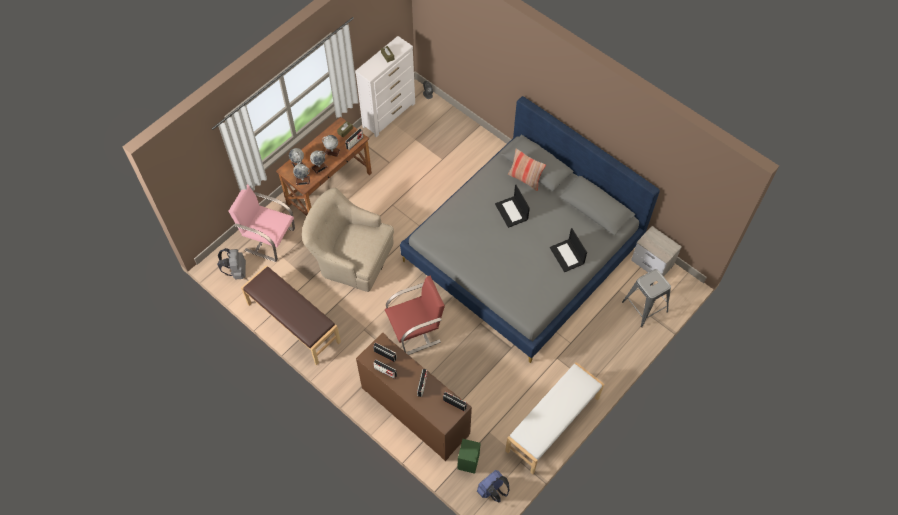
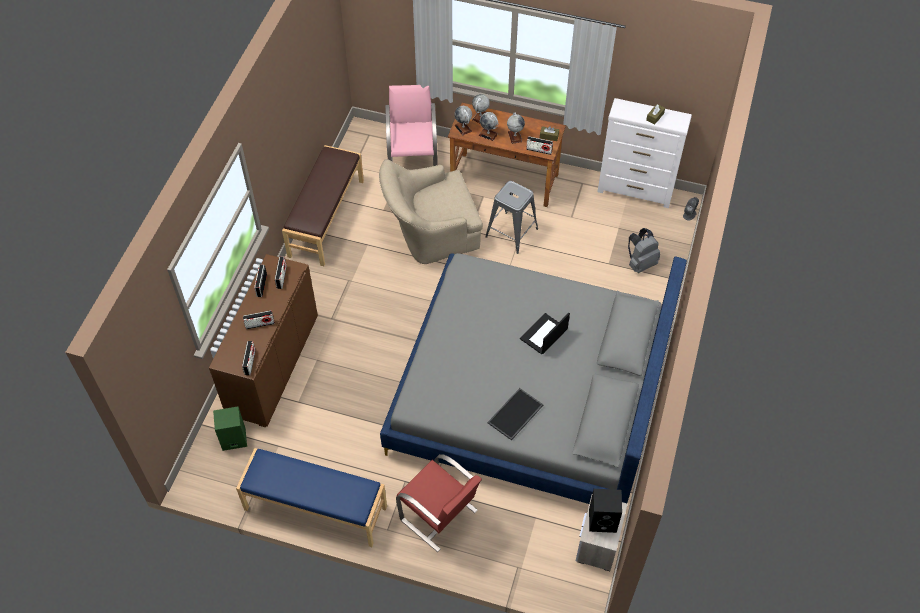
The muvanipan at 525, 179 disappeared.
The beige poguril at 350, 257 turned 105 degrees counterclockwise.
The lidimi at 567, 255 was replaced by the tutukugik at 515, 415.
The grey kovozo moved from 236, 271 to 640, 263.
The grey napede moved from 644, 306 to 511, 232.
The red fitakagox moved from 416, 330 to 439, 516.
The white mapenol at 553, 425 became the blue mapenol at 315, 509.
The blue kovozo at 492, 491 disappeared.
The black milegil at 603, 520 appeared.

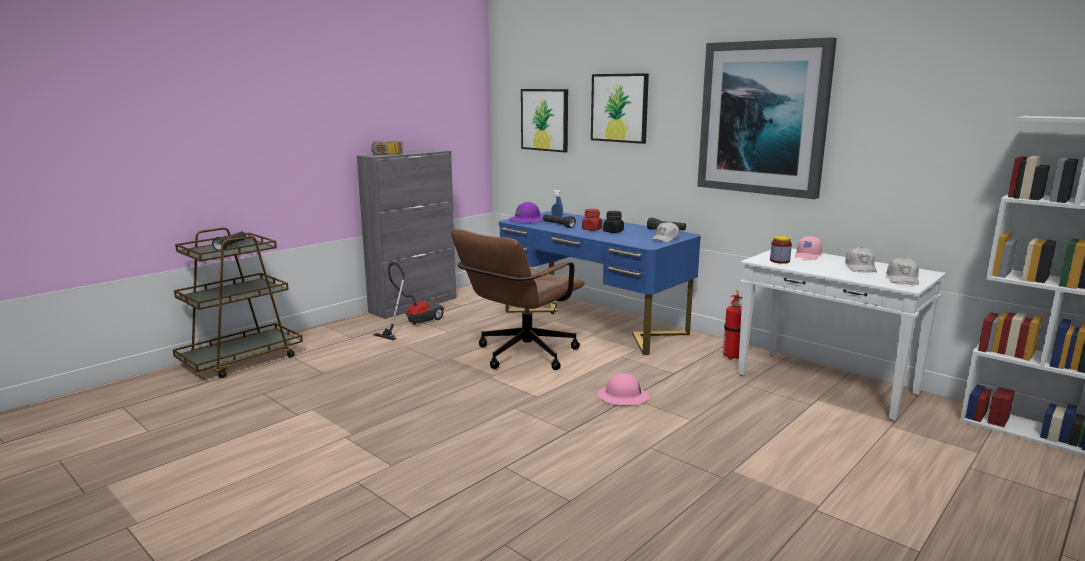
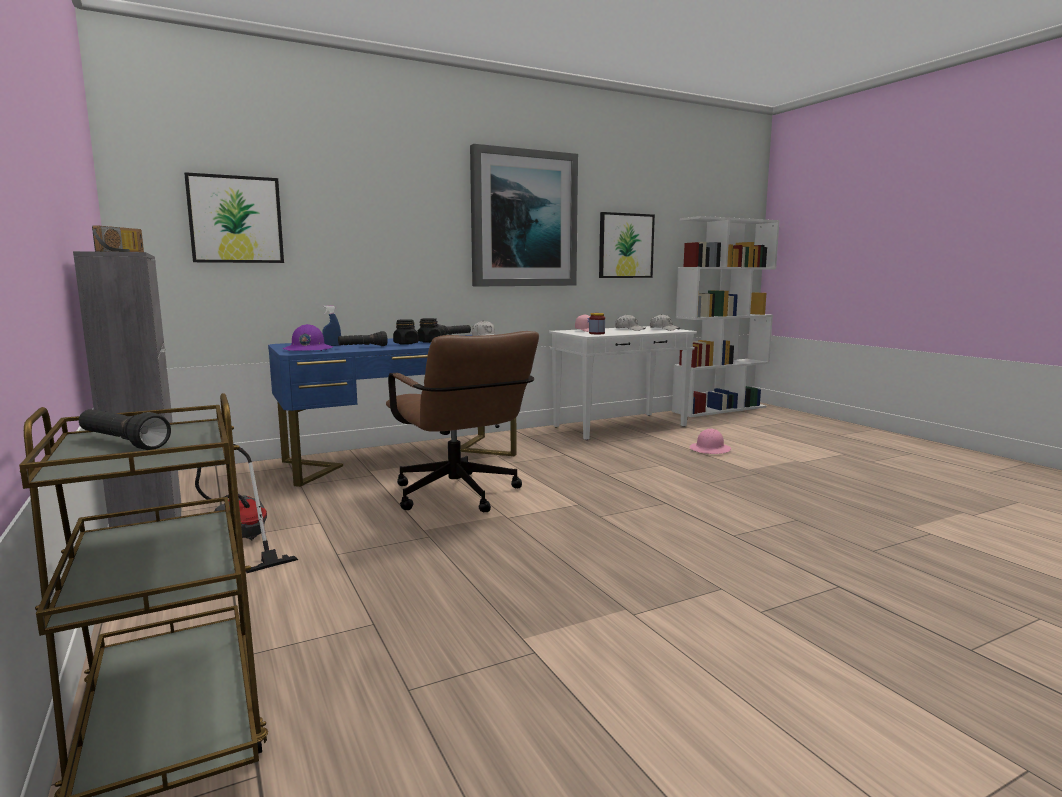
The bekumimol moved from 619, 108 to 625, 246.
The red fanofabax at 591, 229 became the black fanofabax at 406, 343.
The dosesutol at 733, 356 disappeared.
The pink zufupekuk moved from 623, 397 to 710, 449.

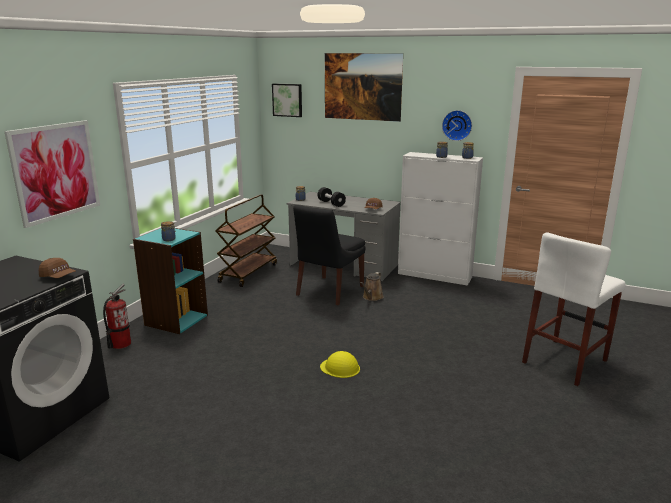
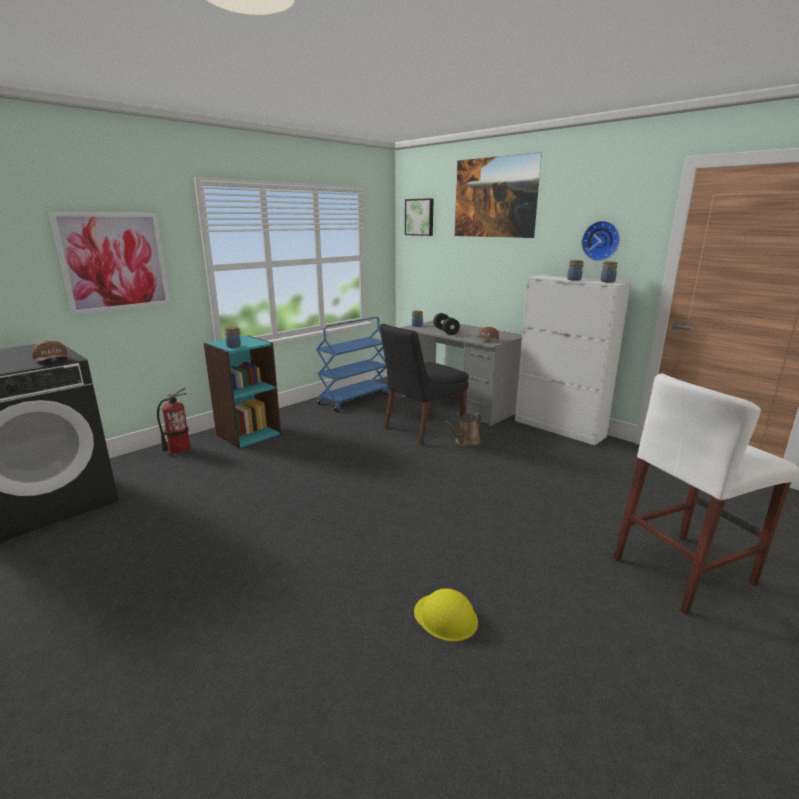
The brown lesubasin at 248, 273 became the blue lesubasin at 354, 399.
The yellow zufupekuk moved from 340, 368 to 446, 617.

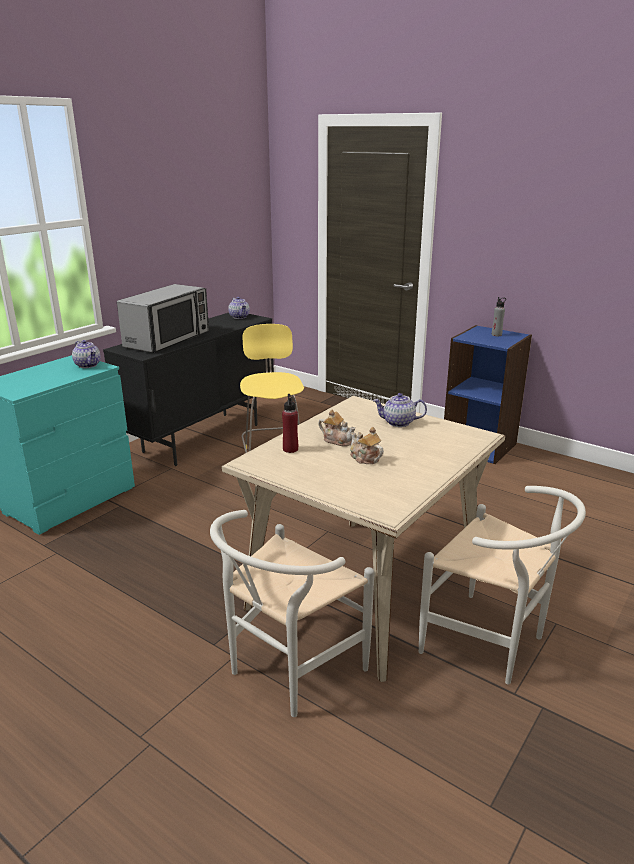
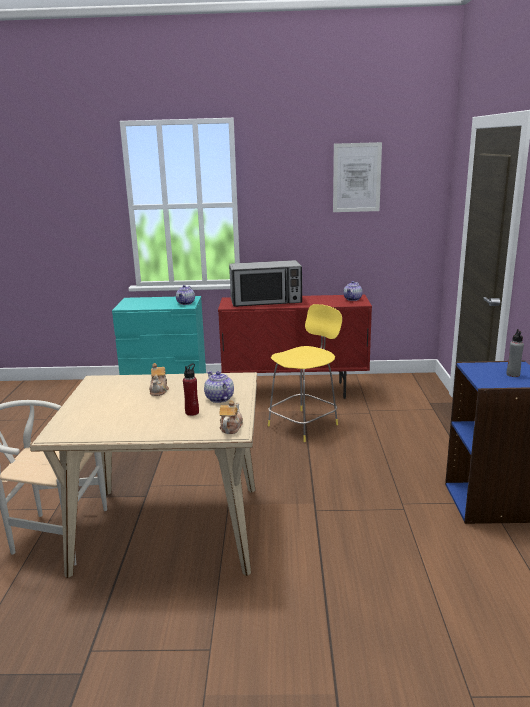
The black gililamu at 202, 438 became the red gililamu at 295, 391.
The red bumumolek moved from 290, 449 to 192, 412.
The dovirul moved from 364, 458 to 231, 427.
The white fitakagox at 492, 644 disappeared.
The bekumimol at 356, 177 appeared.

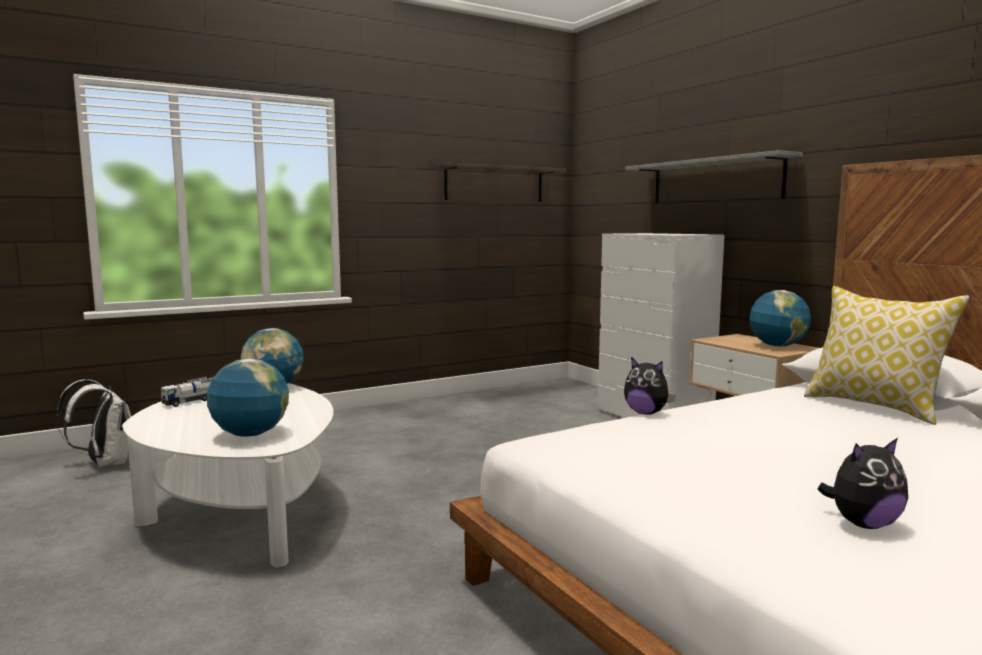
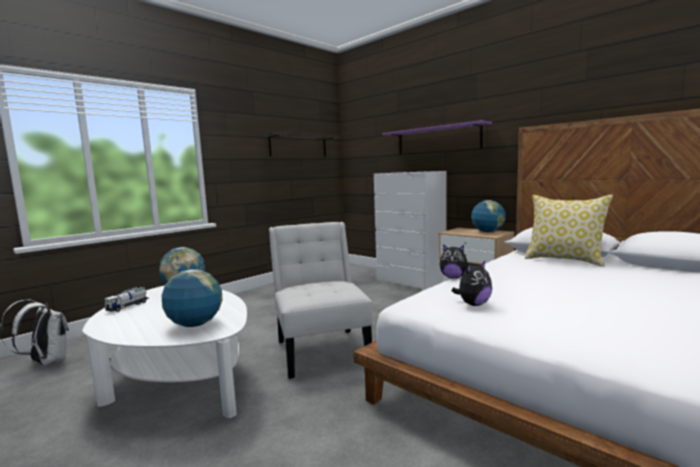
The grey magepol at 715, 181 became the purple magepol at 437, 140.
The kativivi moved from 863, 524 to 473, 304.
The white fitakagox at 321, 349 appeared.

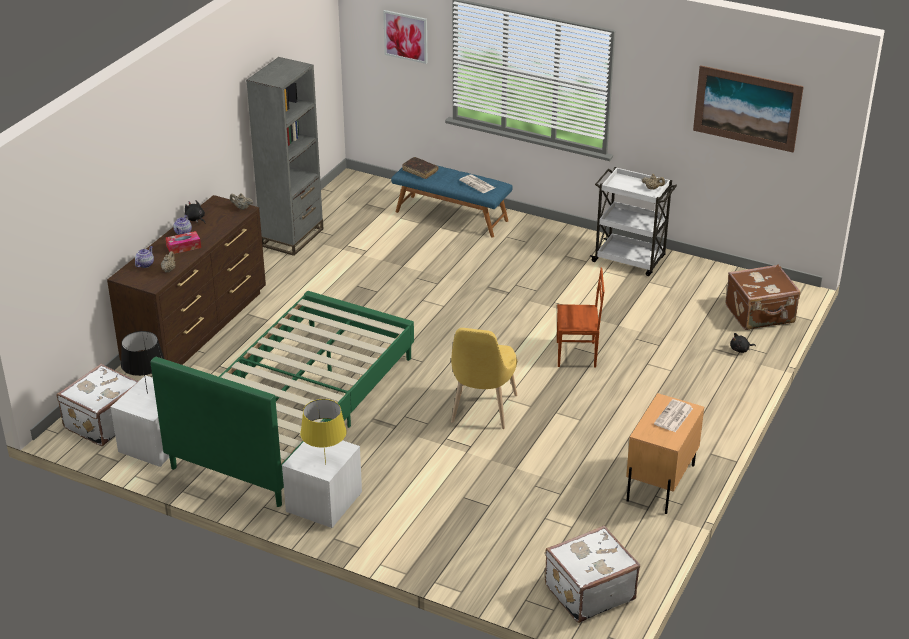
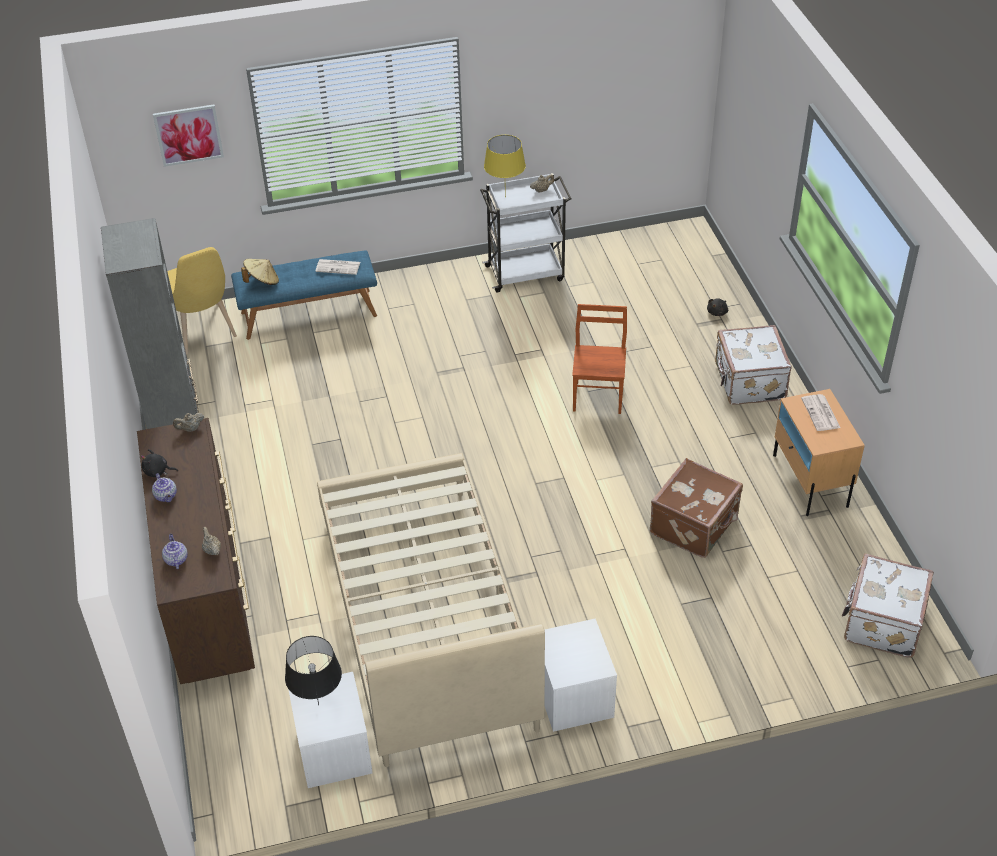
The bekumimol at 747, 108 disappeared.
The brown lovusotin at 420, 171 was replaced by the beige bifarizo at 262, 281.
The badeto at 183, 247 disappeared.
The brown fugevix moved from 760, 315 to 695, 525.
The brown fitakagox at 577, 355 turned 45 degrees counterclockwise.
The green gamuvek at 296, 411 became the beige gamuvek at 426, 619.
The yellow fitakagox moved from 481, 412 to 203, 332.
The white fugevix moved from 103, 422 to 748, 382.
The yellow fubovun moved from 325, 464 to 505, 197.

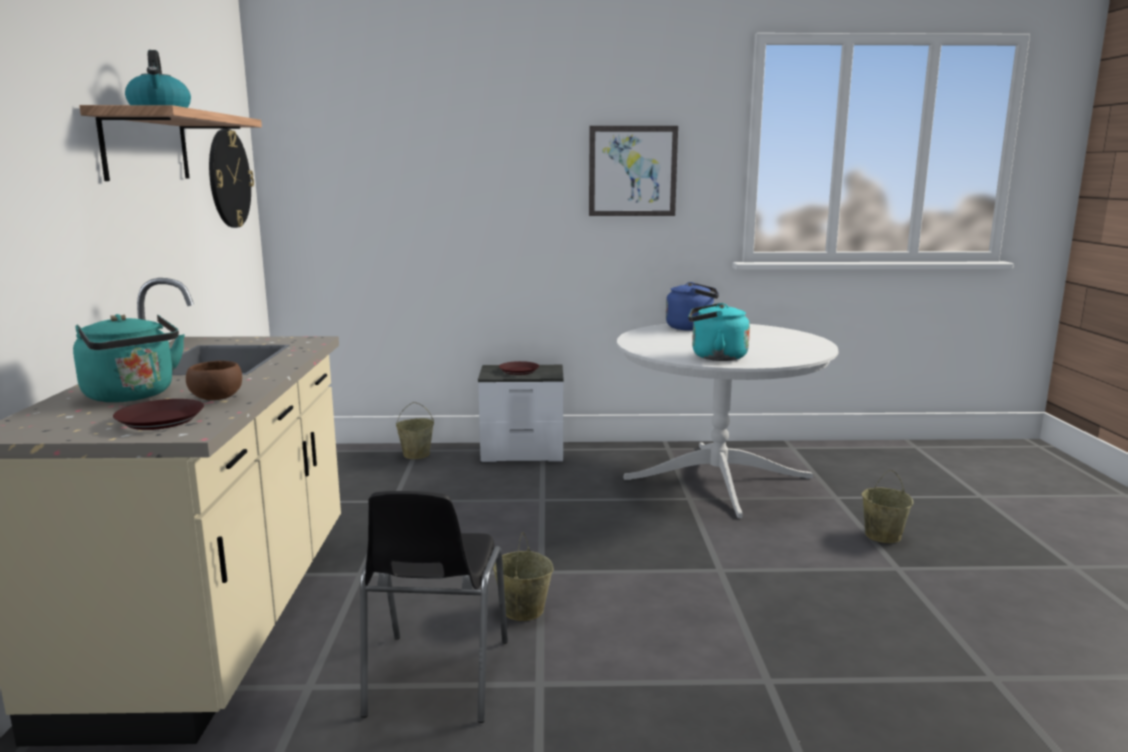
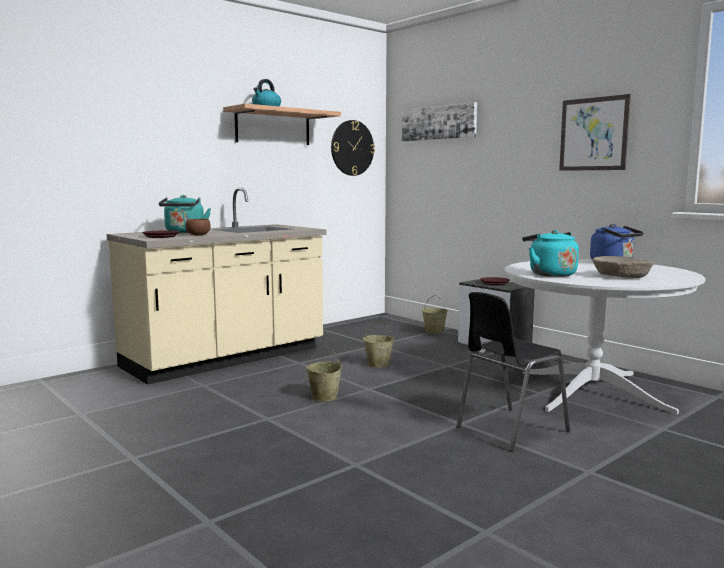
The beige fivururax moved from 882, 535 to 379, 364.
The black fitakagox moved from 435, 680 to 509, 430.
The bekumimol at 438, 123 appeared.
The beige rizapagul at 621, 276 appeared.

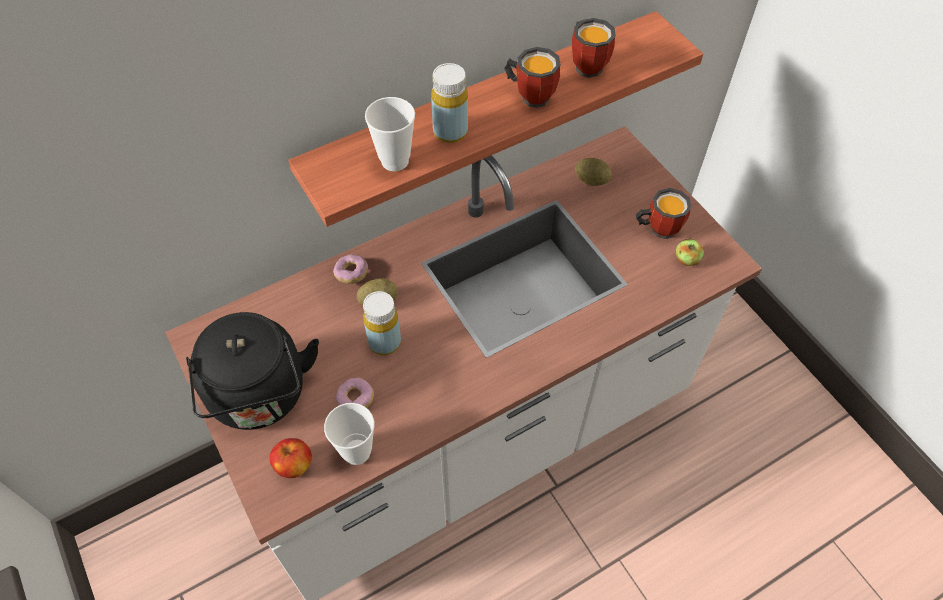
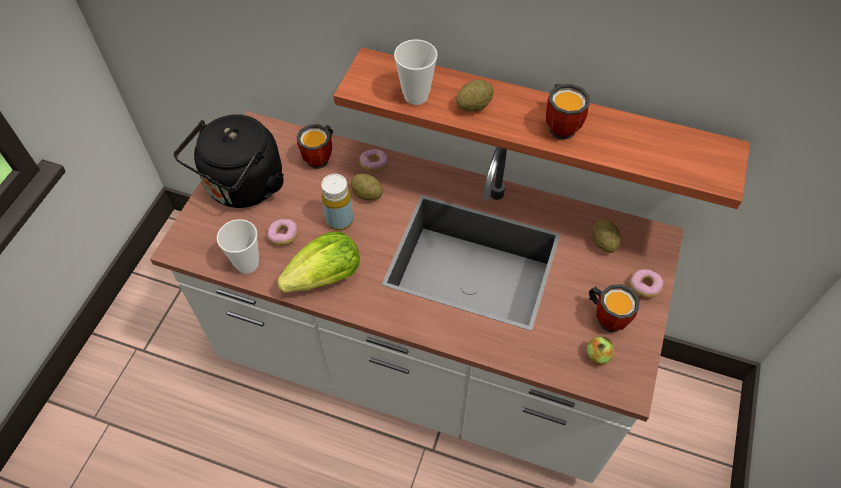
The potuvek moved from 588, 64 to 321, 158.
The yellow bumumolek at 450, 132 was replaced by the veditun at 474, 106.
The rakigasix at 294, 465 disappeared.
The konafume at 325, 277 appeared.
The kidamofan at 644, 287 appeared.

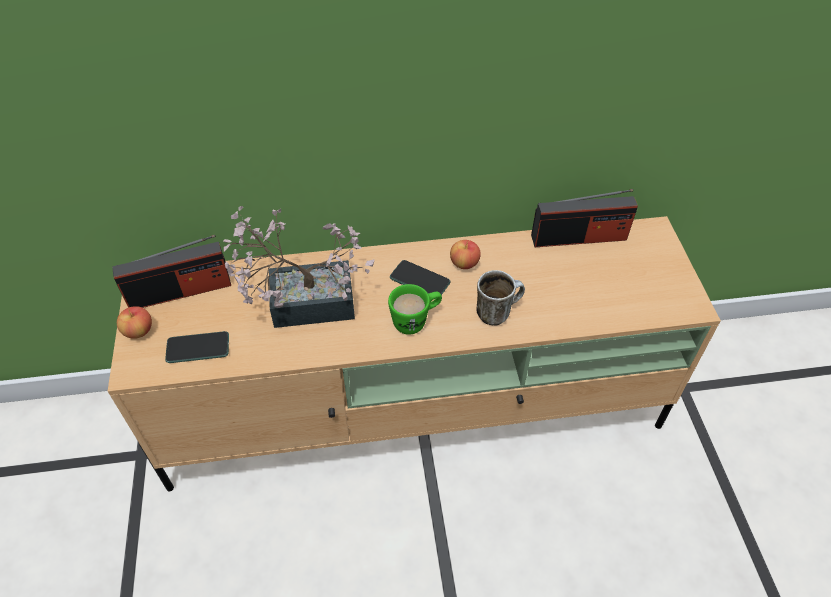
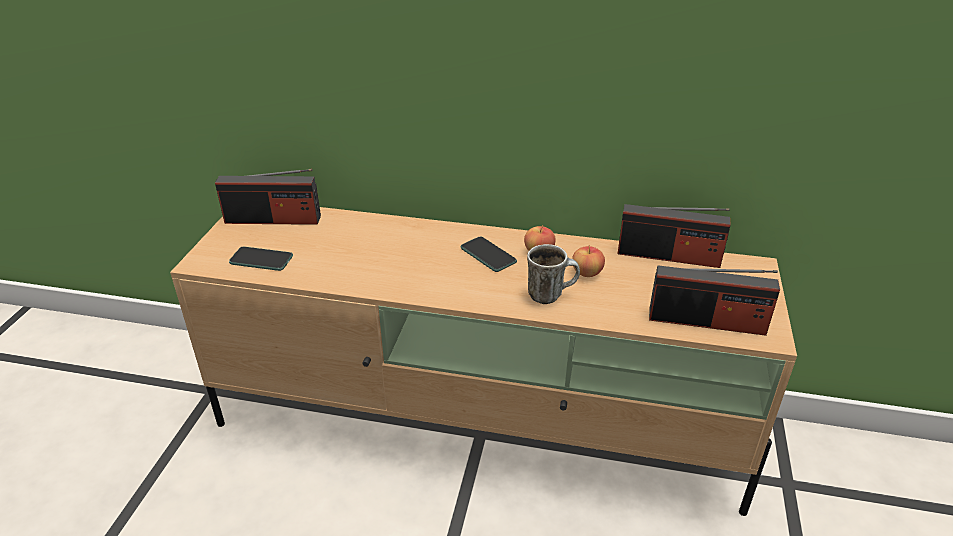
The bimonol at 302, 303 disappeared.
The green potuvek at 416, 321 disappeared.
The rakigasix moved from 138, 331 to 587, 273.
The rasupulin at 707, 321 appeared.

